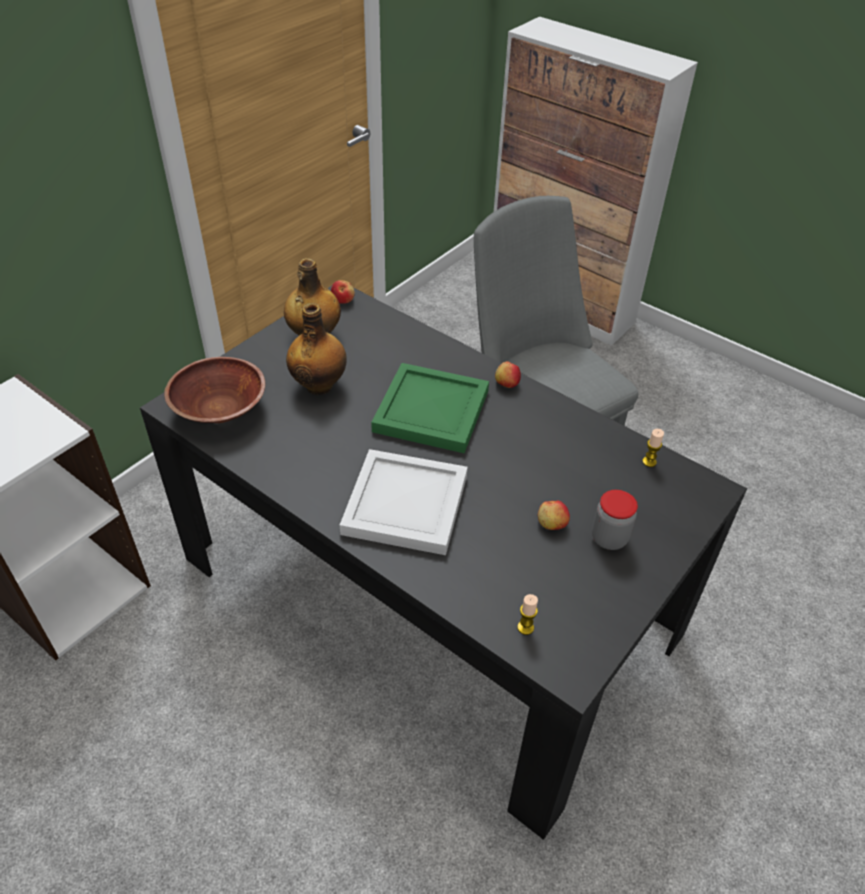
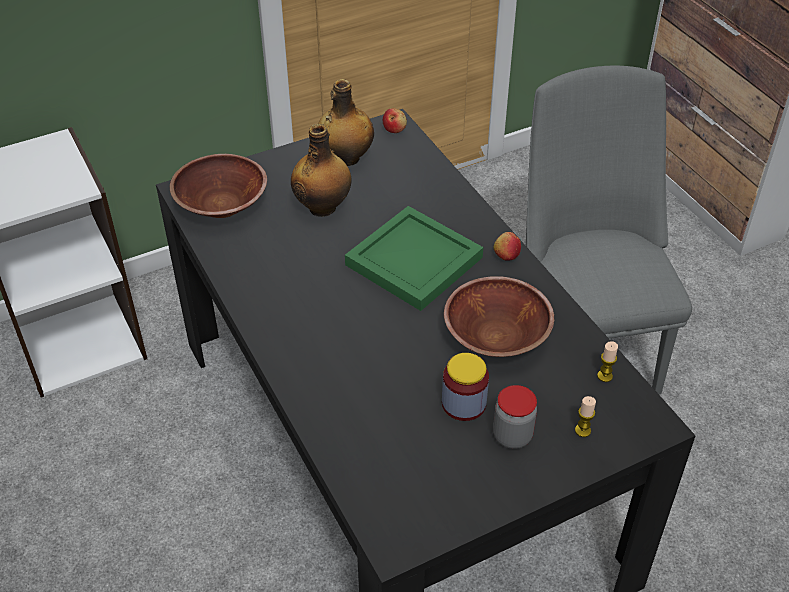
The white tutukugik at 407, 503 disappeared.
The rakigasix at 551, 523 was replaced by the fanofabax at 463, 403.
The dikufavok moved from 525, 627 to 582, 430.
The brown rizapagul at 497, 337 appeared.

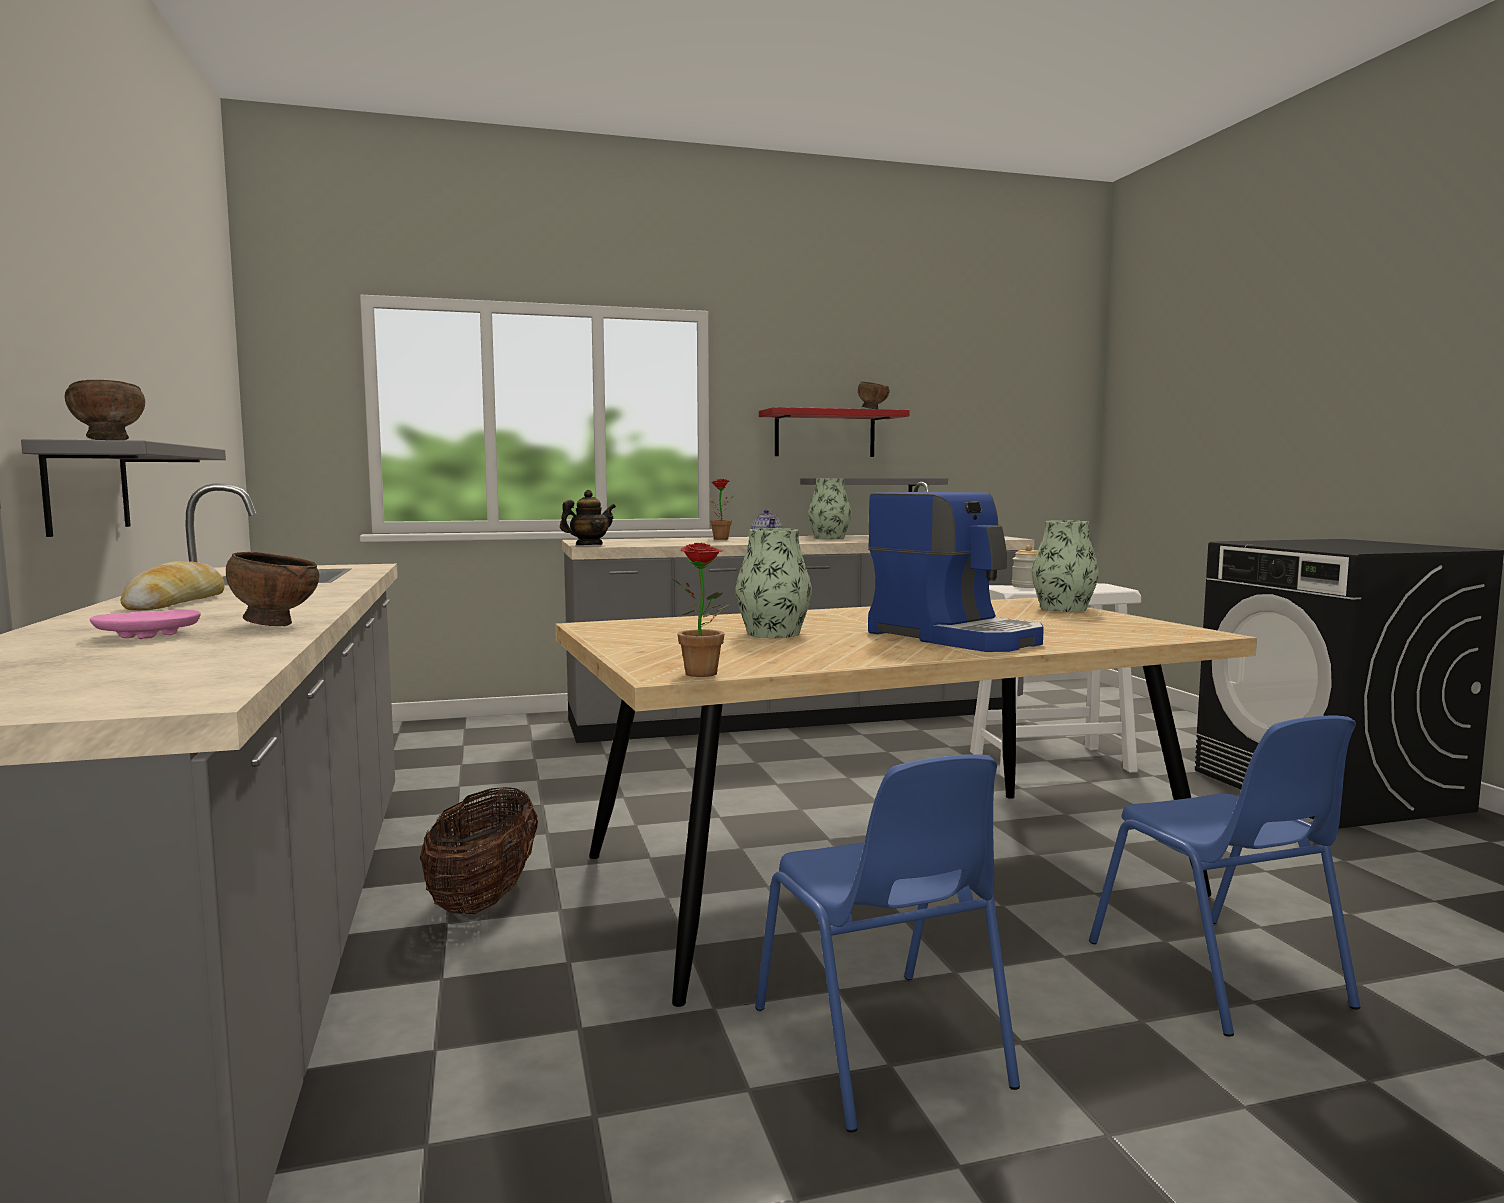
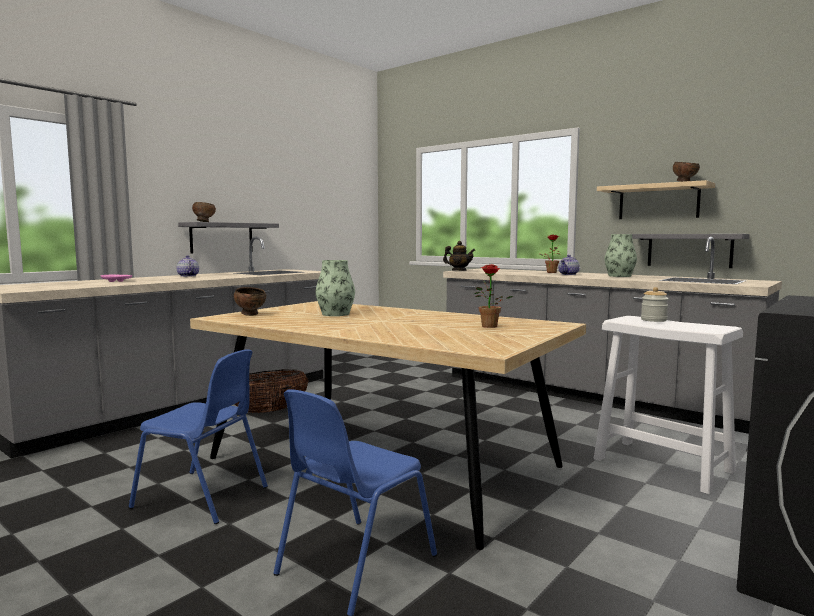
The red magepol at 825, 434 became the beige magepol at 658, 202.
The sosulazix at 956, 637 disappeared.
The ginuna at 1063, 609 disappeared.
The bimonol moved from 705, 675 to 489, 327.
The brown rizapagul moved from 275, 625 to 251, 315.
The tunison at 176, 602 was replaced by the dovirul at 187, 276.
The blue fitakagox at 881, 1048 turned 105 degrees counterclockwise.

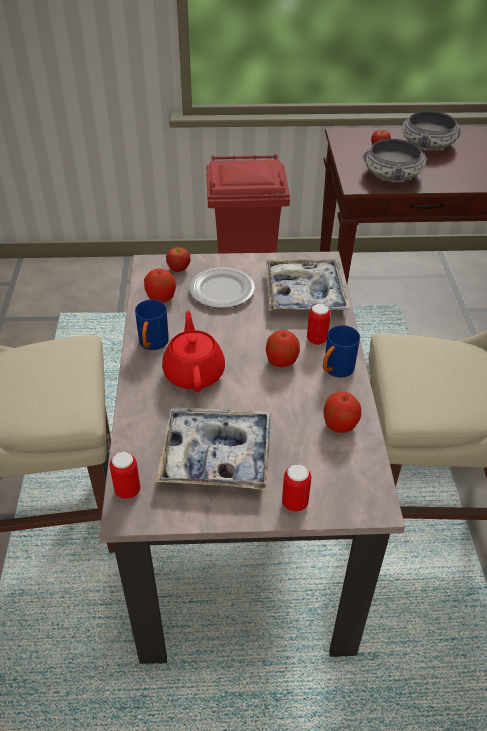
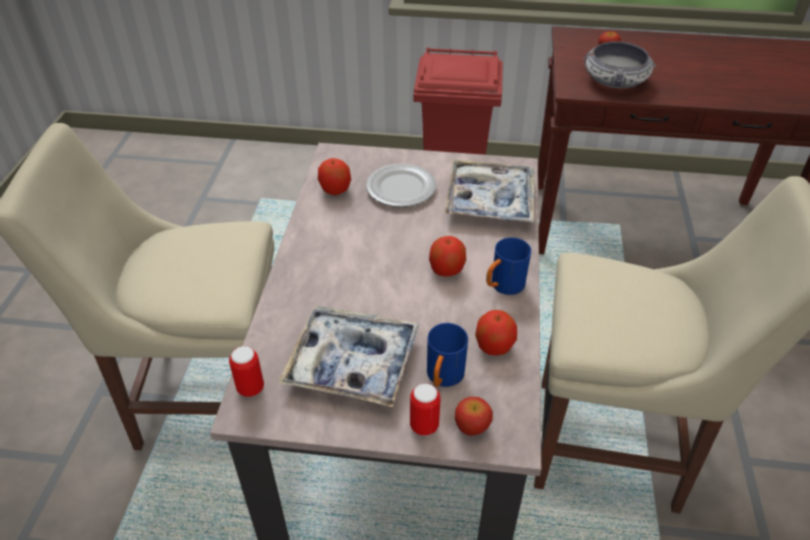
The rizapagul at 428, 144 disappeared.
The rakigasix moved from 179, 268 to 472, 426.
The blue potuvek moved from 152, 345 to 443, 378.
The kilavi at 316, 340 disappeared.
The red dovirul at 194, 372 disappeared.

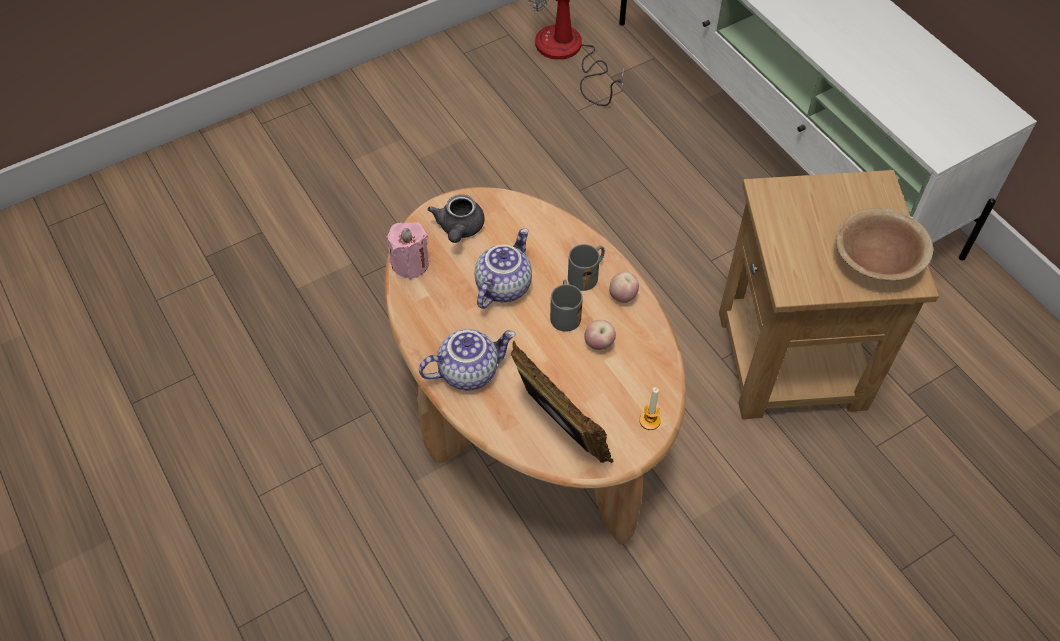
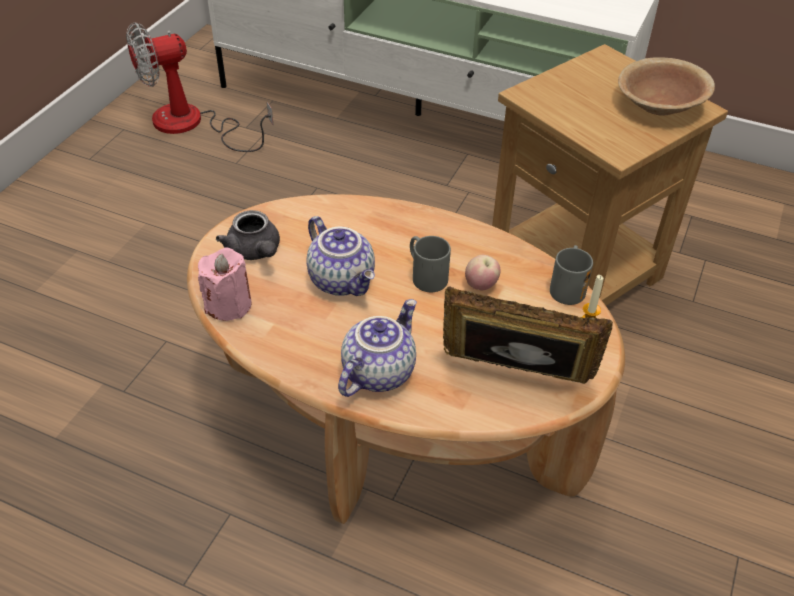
The dovirul at 502, 285 turned 150 degrees clockwise.
The grey potuvek moved from 587, 274 to 567, 286.
The rakigasix at 623, 296 disappeared.

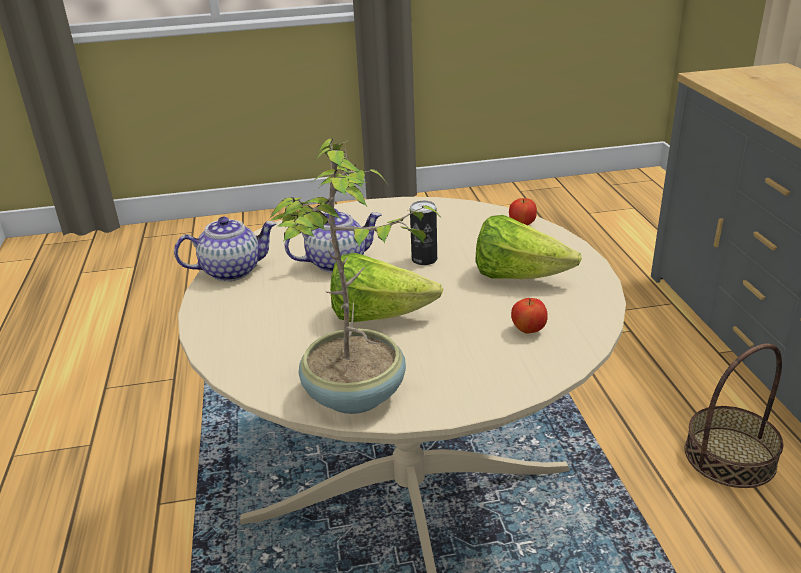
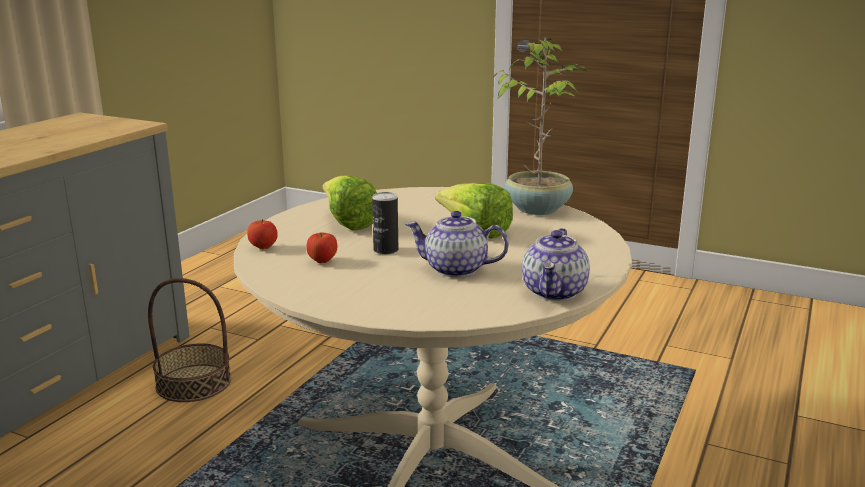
The dovirul at 232, 270 turned 90 degrees counterclockwise.
The rakigasix moved from 528, 330 to 322, 261.

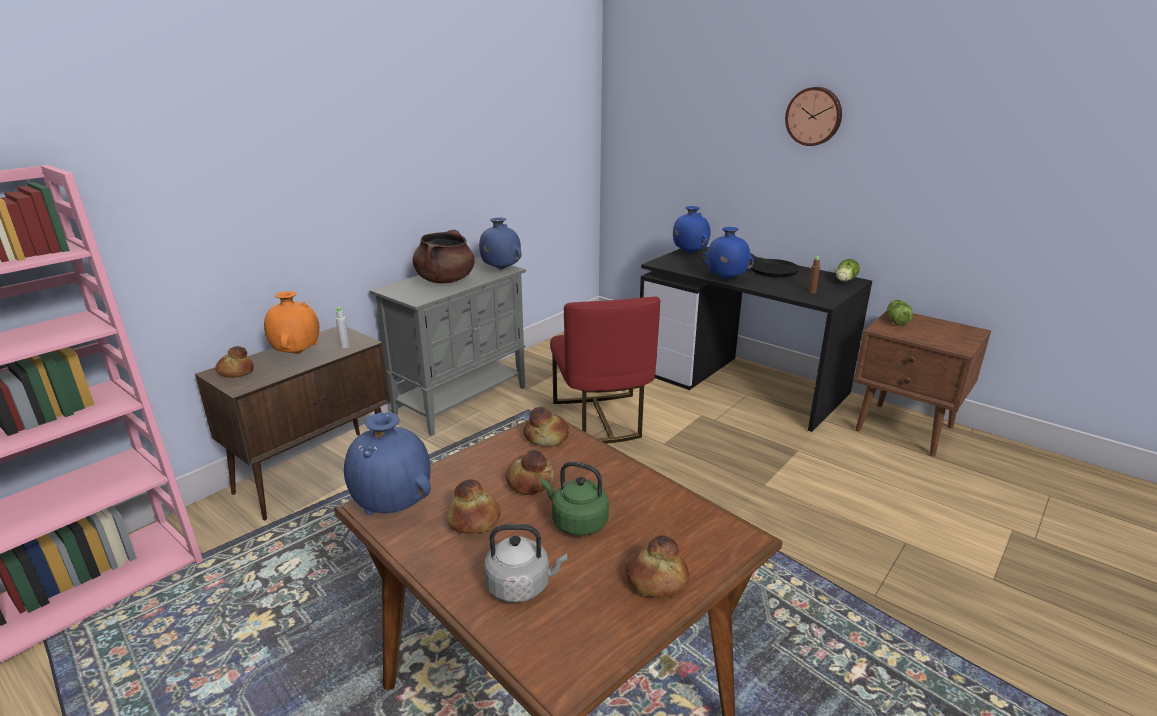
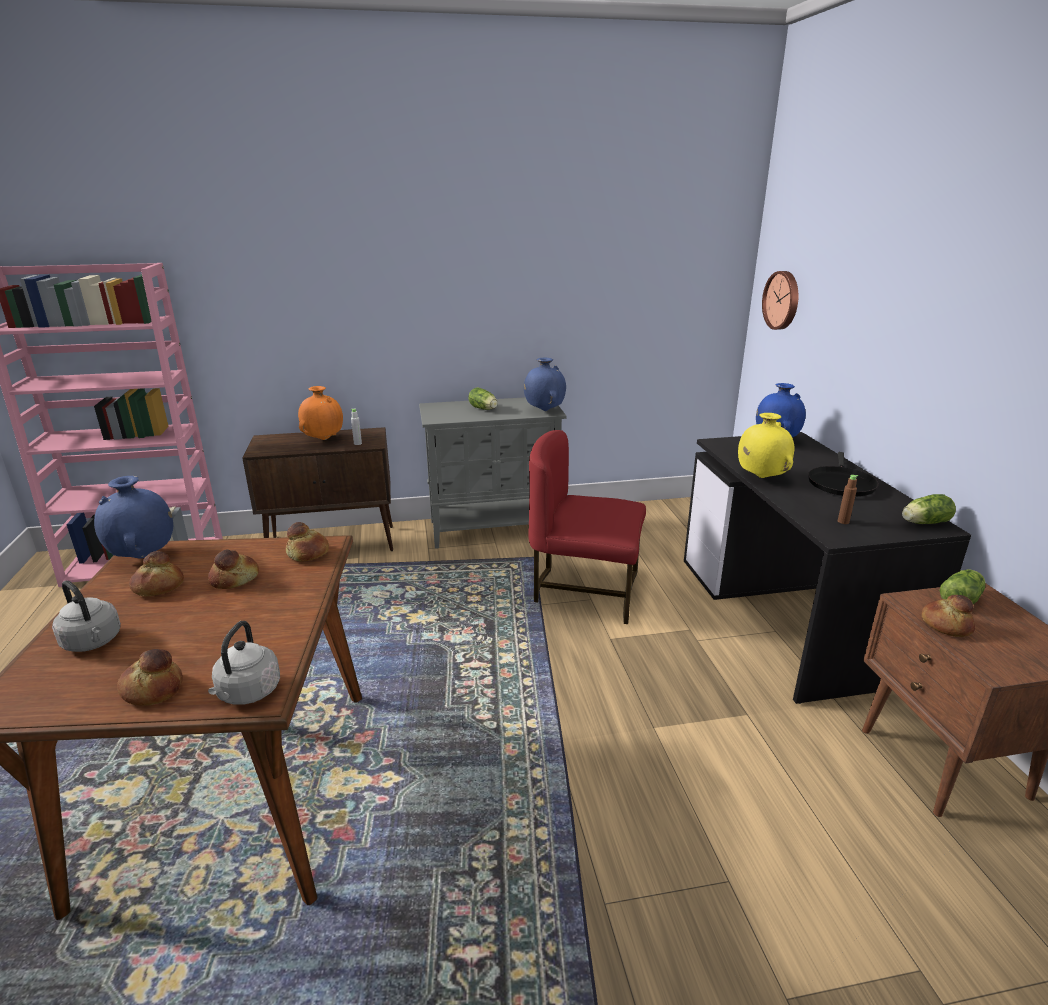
The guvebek moved from 814, 116 to 782, 300.
The blue ginuna at 725, 279 became the yellow ginuna at 760, 477.
The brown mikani at 445, 280 was replaced by the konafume at 484, 409.
The red fitakagox at 601, 419 turned 75 degrees clockwise.
The tunison moved from 236, 372 to 945, 625.
The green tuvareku at 576, 522 disappeared.
The grey tuvareku at 247, 693 appeared.

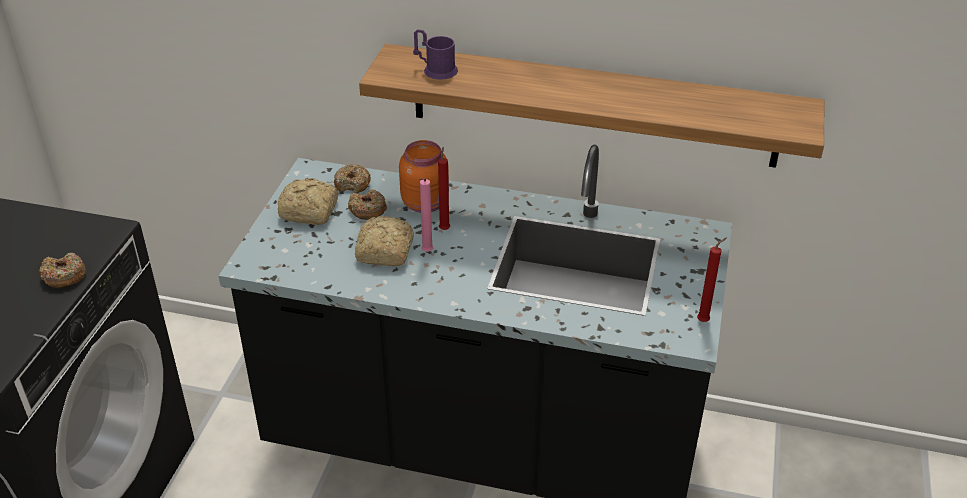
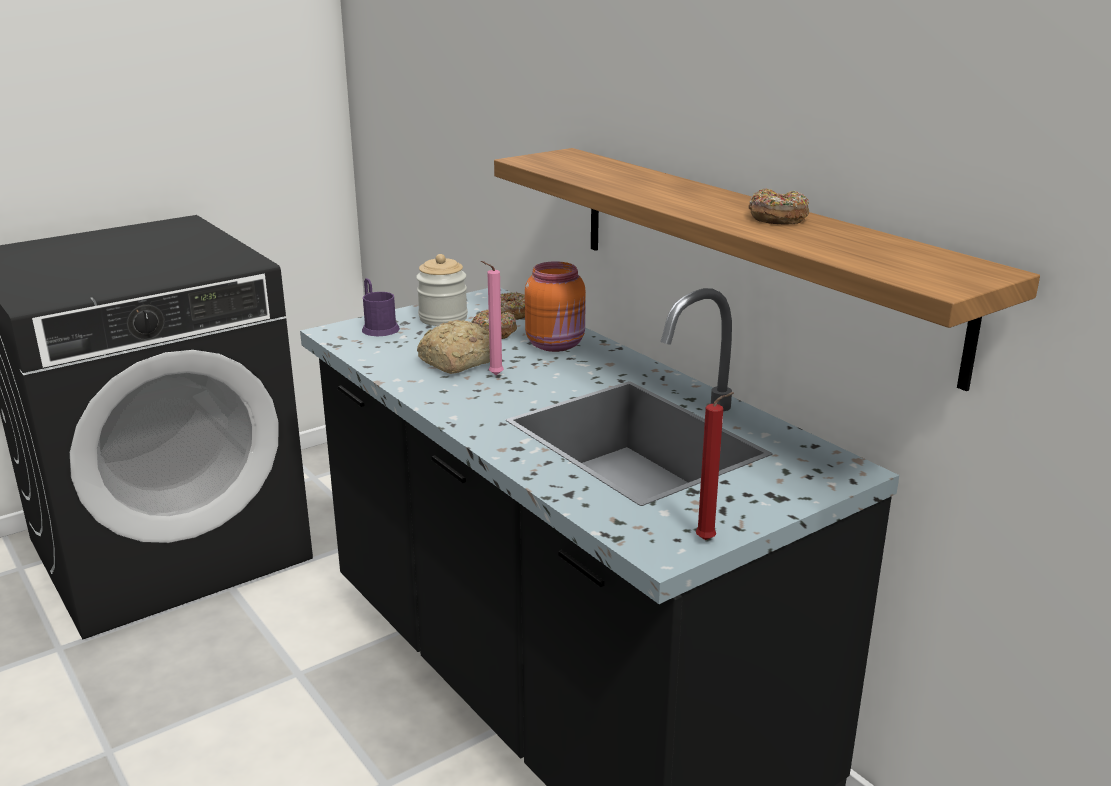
The purple potuvek moved from 435, 70 to 378, 327.
The red dikufavok at 444, 228 disappeared.
The tunison at 310, 212 was replaced by the fanofabax at 443, 318.
The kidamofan moved from 64, 276 to 777, 218.

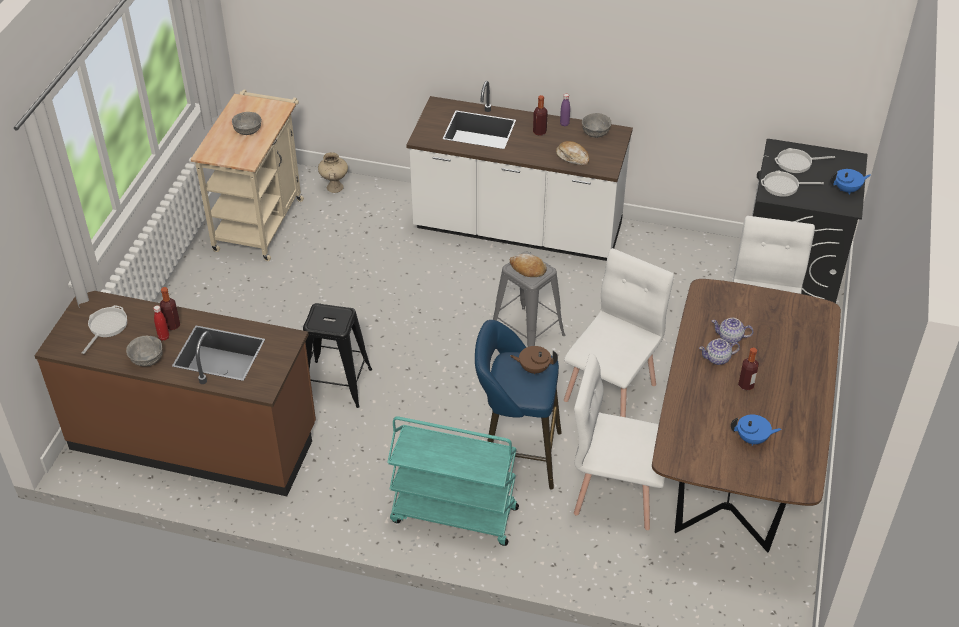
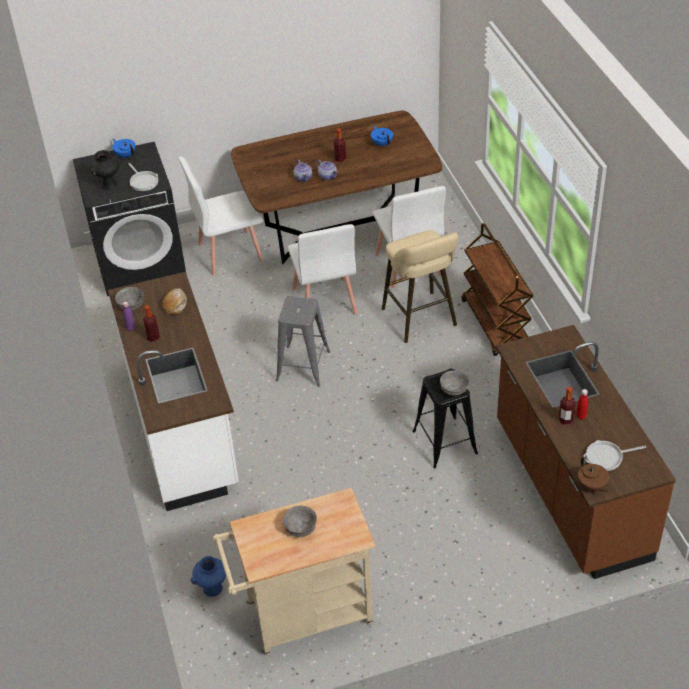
The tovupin at 796, 163 was replaced by the black ginuna at 109, 184.
The beige ginuna at 334, 187 became the blue ginuna at 212, 589.
The white fitakagox at 611, 391 turned 105 degrees counterclockwise.
The tunison at 527, 269 disappeared.
The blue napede at 515, 455 became the beige napede at 421, 320.
The grey rizapagul moved from 147, 359 to 453, 390.
The brown dovirul moved from 534, 368 to 592, 486.
The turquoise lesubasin at 453, 515 became the brown lesubasin at 495, 324.

